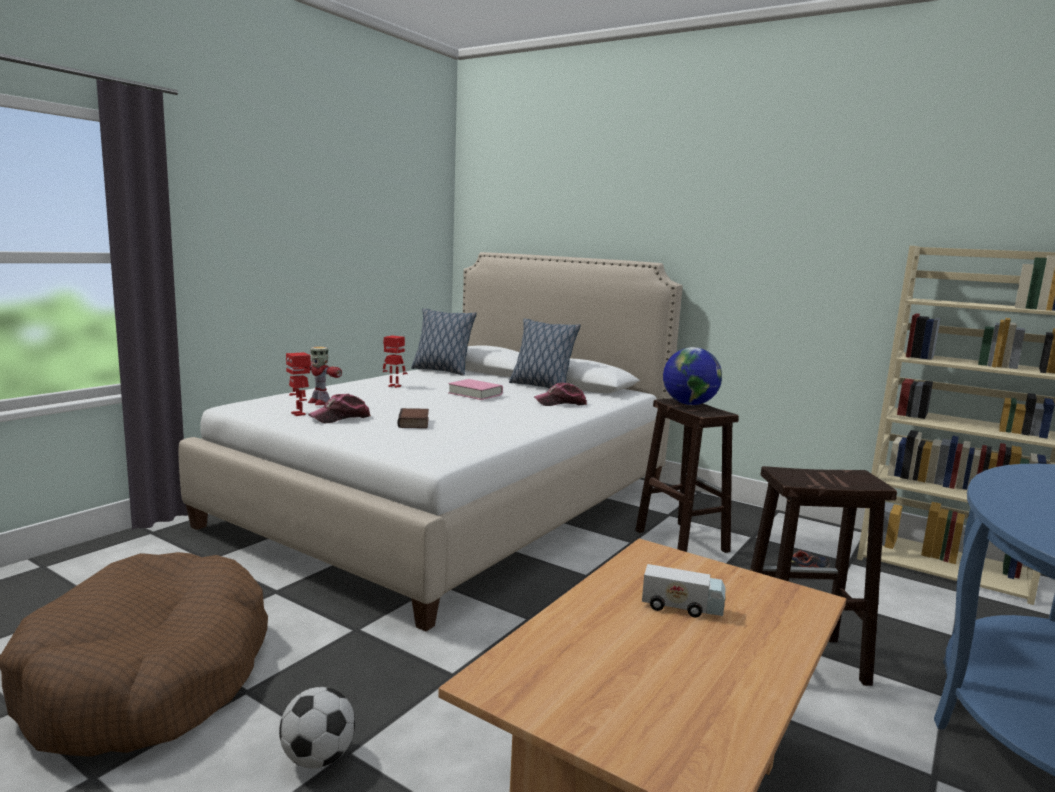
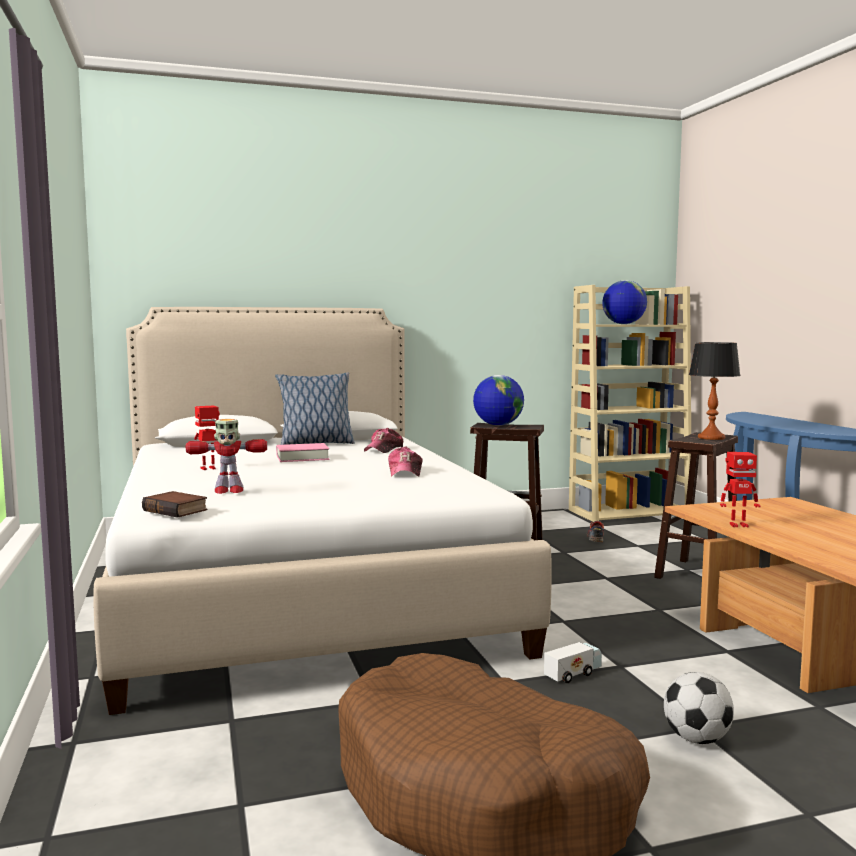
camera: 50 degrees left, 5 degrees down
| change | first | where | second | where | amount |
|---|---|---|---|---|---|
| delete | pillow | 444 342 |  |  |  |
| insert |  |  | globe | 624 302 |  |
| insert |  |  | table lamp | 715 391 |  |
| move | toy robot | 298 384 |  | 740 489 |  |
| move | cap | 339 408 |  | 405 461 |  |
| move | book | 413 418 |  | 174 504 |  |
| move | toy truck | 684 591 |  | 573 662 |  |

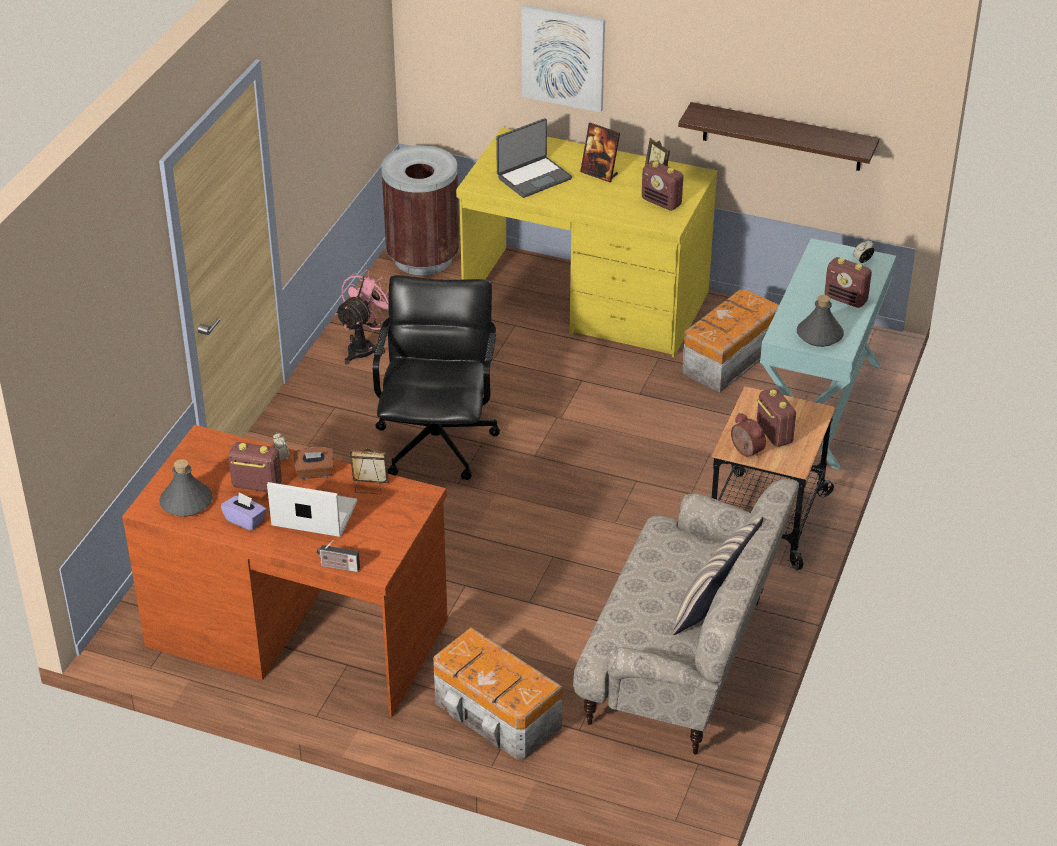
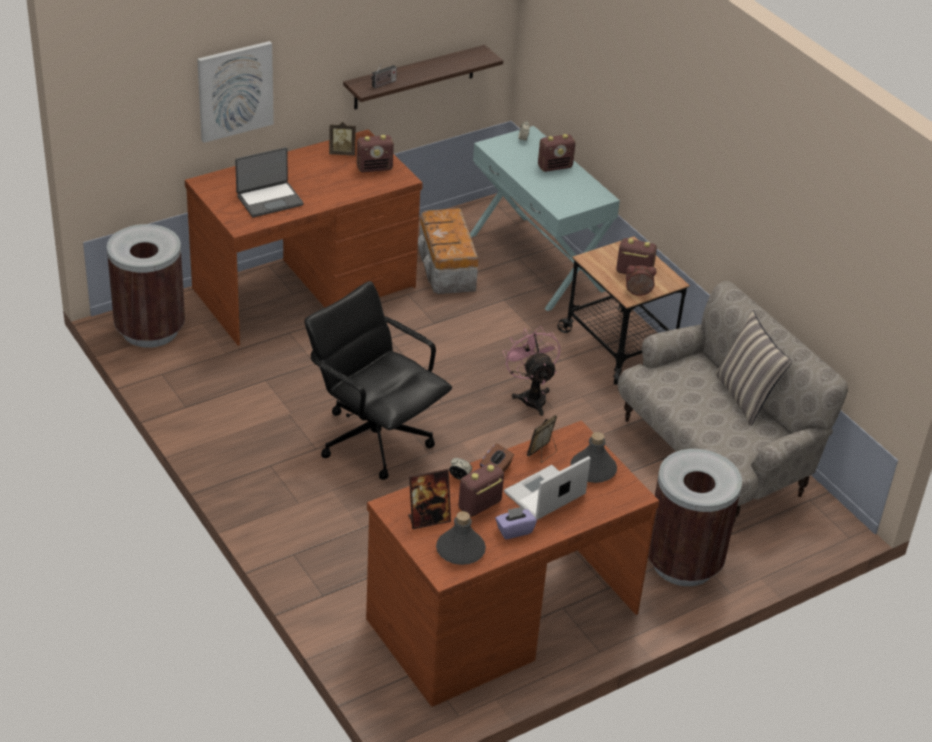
camera: 55 degrees left, 0 degrees up
| change | first | where | second | where | amount |
|---|---|---|---|---|---|
| move | radio | 338 556 |  | 384 75 |  |
| move | pink fan | 362 317 |  | 531 371 |  |
| move | picture frame | 600 152 |  | 429 499 |  |
| move | grey bottle | 820 321 |  | 593 457 |  |
| replace | storage box | 498 693 | brown trash can | 695 517 |  |
| recolor | yellow desk | 586 242 | brown desk | 304 237 |  |
| rotate | laptop | 534 158 |  | 269 182 | 60 degrees clockwise |

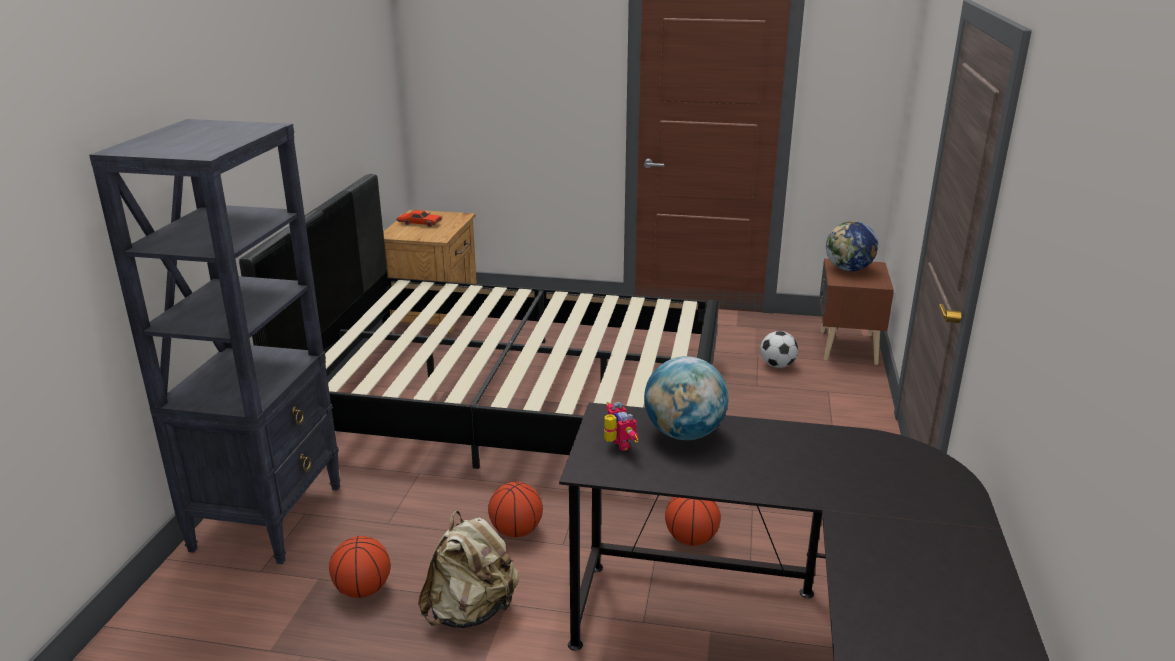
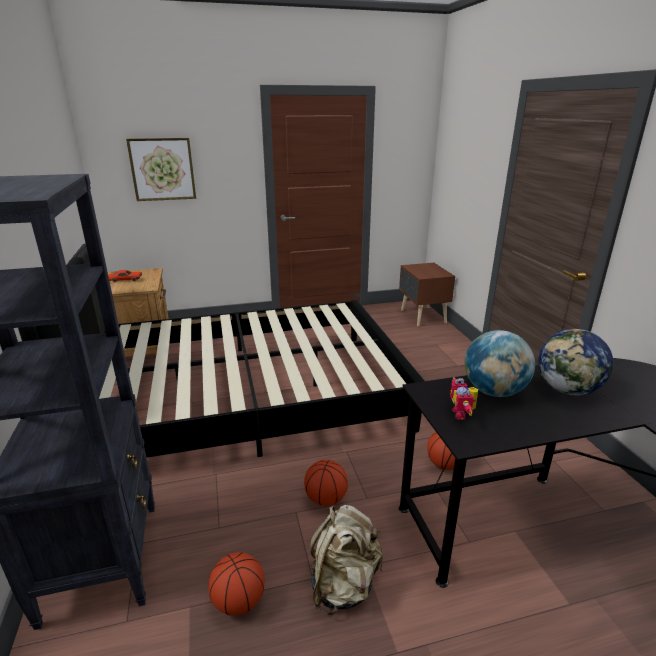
camera: 25 degrees left, 0 degrees up
| change | first | where | second | where | amount |
|---|---|---|---|---|---|
| delete | football | 779 349 |  |  |  |
| insert |  |  | picture | 161 169 |  |
| move | globe | 852 246 |  | 575 362 |  |
| rotate | toy robot | 621 426 |  | 464 398 | 135 degrees counterclockwise |

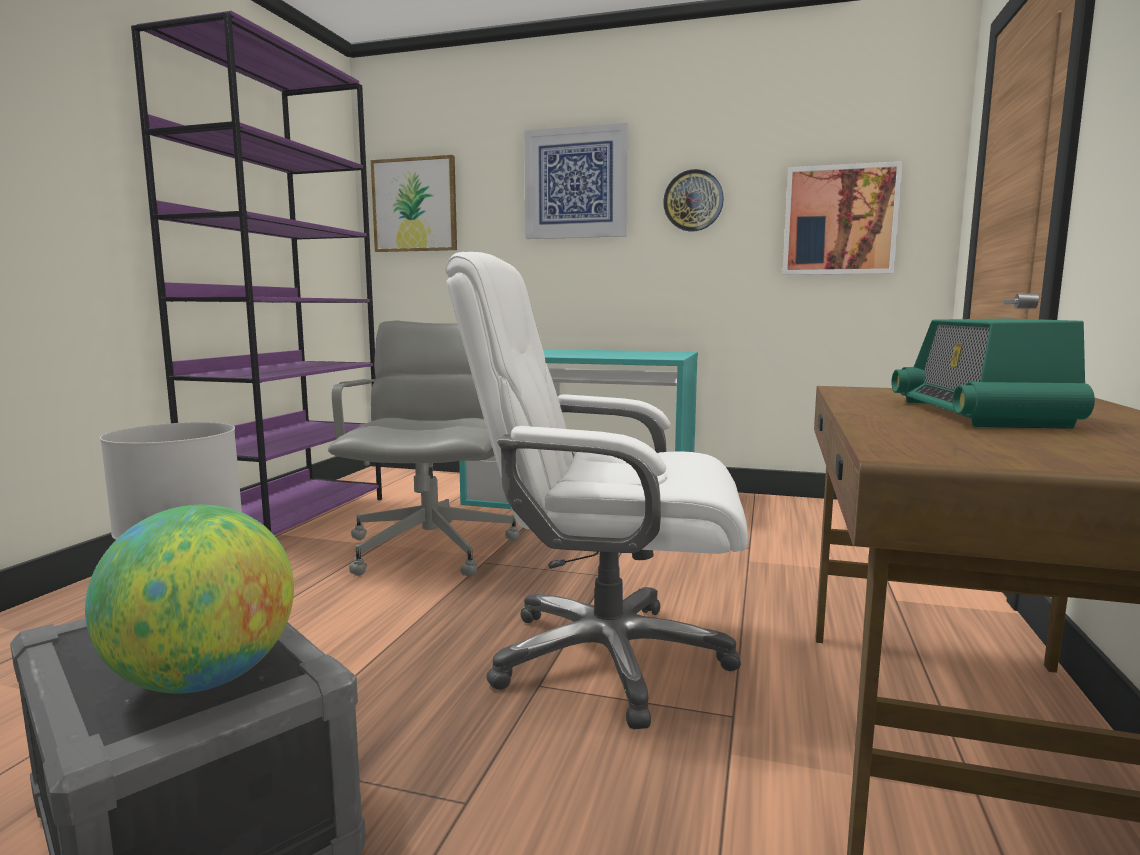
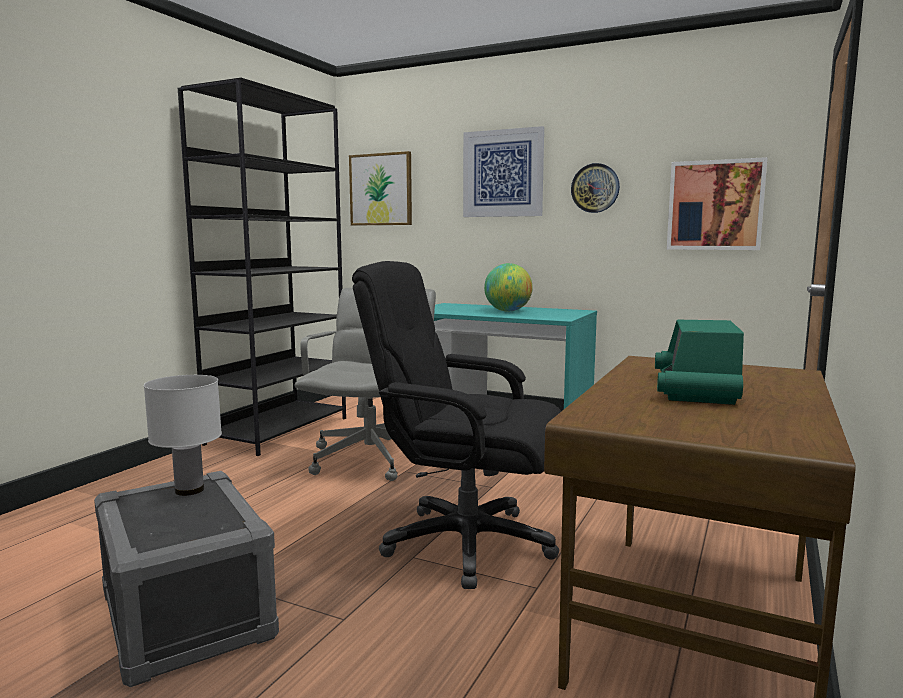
camera: 10 degrees right, 0 degrees up
| change | first | where | second | where | amount |
|---|---|---|---|---|---|
| move | globe | 189 599 |  | 508 287 |  |
| recolor | purple bookcase | 256 273 | black bookcase | 262 266 |  |
| recolor | white office chair | 596 490 | black office chair | 456 425 |  |

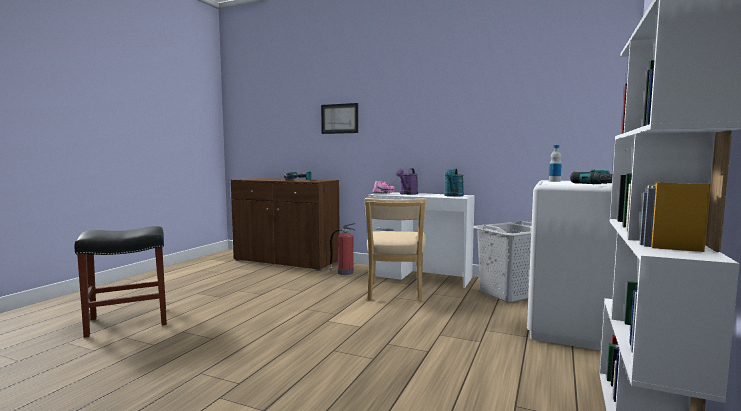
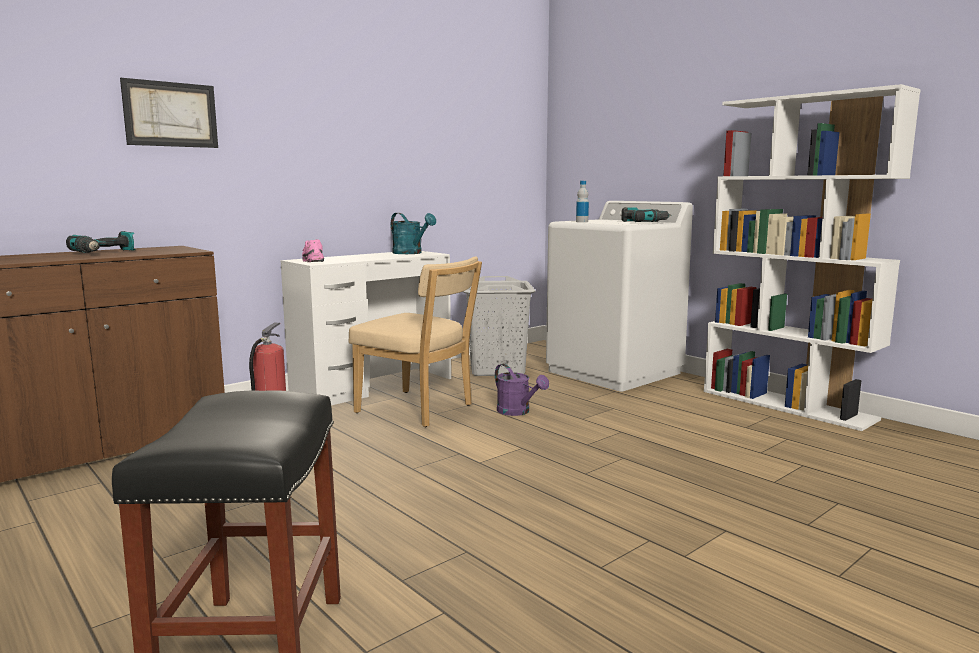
camera: 65 degrees left, 5 degrees up
| change | first | where | second | where | amount |
|---|---|---|---|---|---|
| move | purple watering can | 406 181 |  | 522 390 |  |

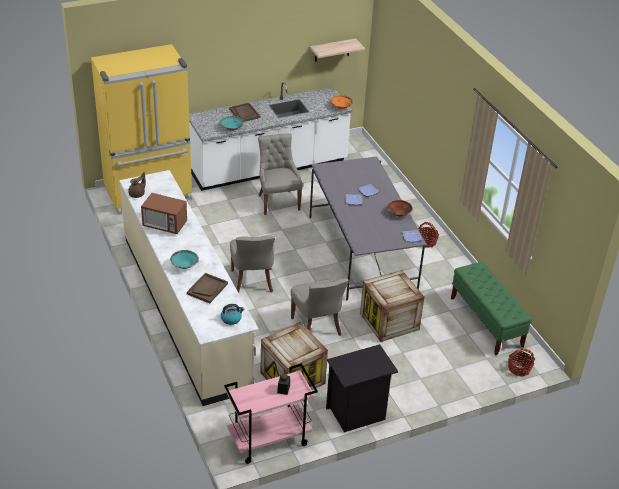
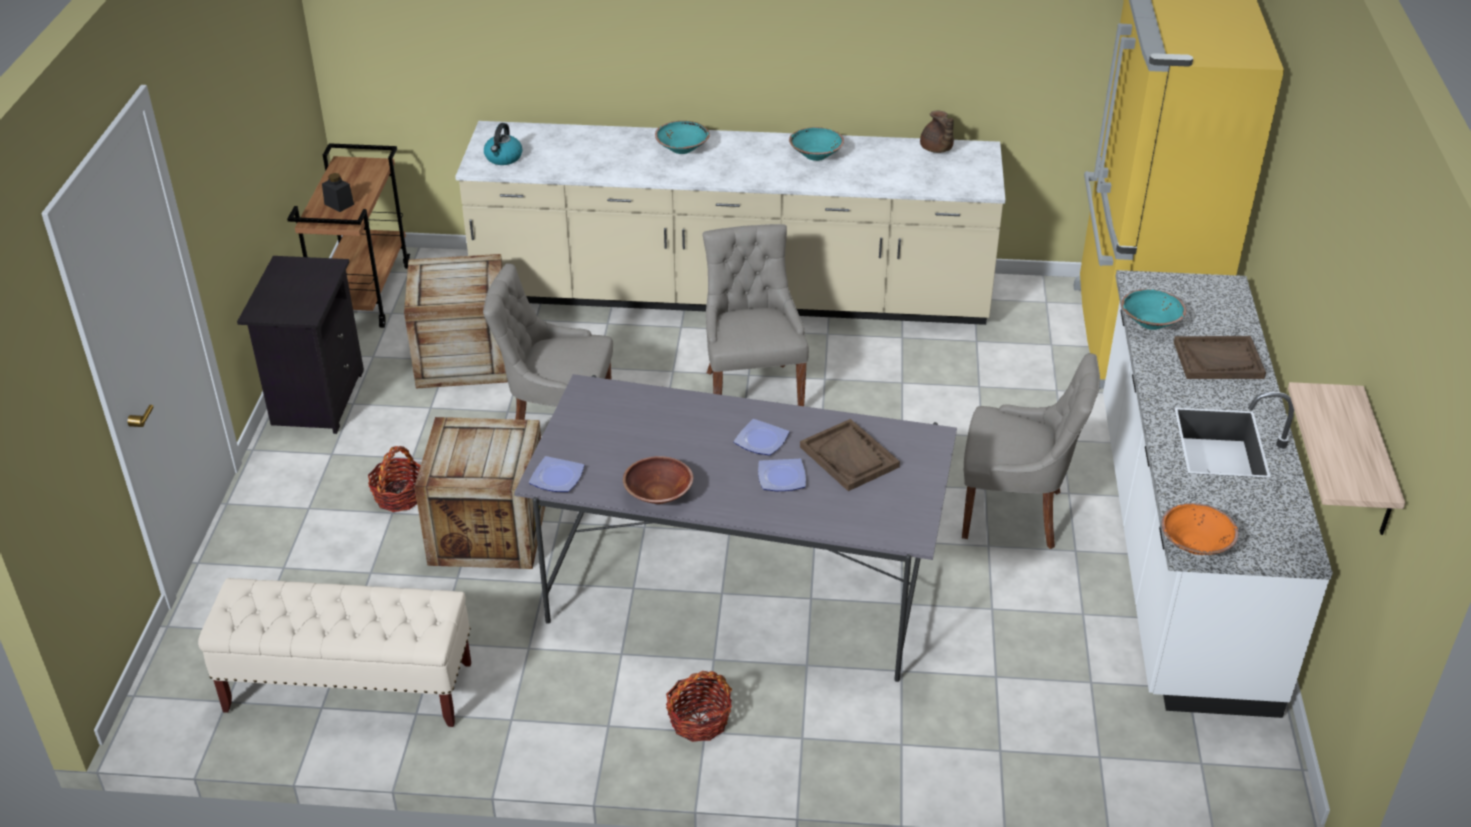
camera: 120 degrees right, 0 degrees up
| change | first | where | second | where | amount |
|---|---|---|---|---|---|
| move | brown tray | 207 288 |  | 850 455 |  |
| move | basket | 521 362 |  | 394 479 |  |
| replace | microwave | 164 213 | turquoise bowl | 816 144 |  |
| recolor | pink cart | 271 413 | brown cart | 348 235 |  |
| recolor | green bench | 491 308 | beige bench | 334 652 |  |
| rotate | grey chair | 252 264 |  | 756 315 | 60 degrees clockwise |

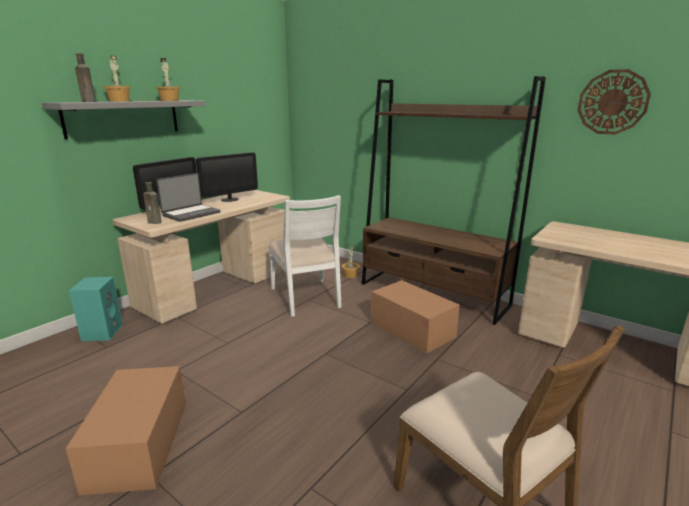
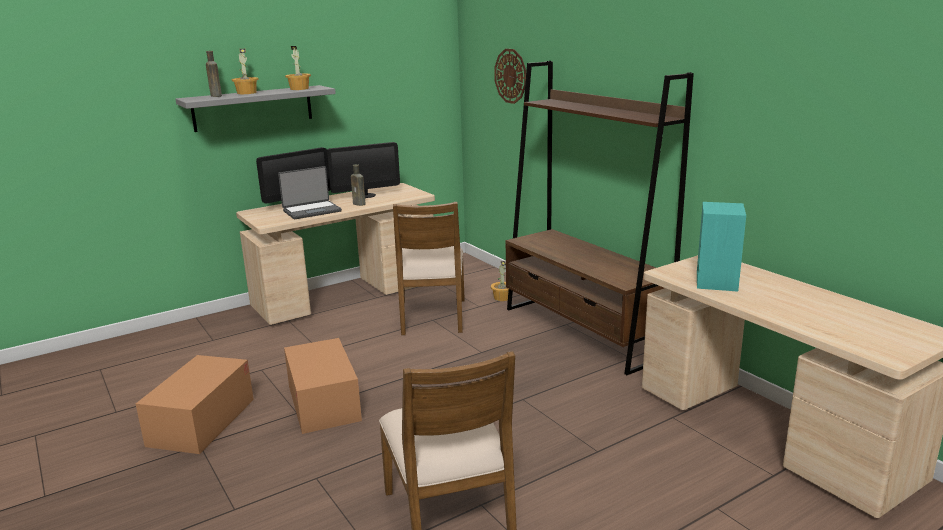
camera: 20 degrees right, 0 degrees up
| change | first | where | second | where | amount |
|---|---|---|---|---|---|
| move | turquoise speaker | 96 309 |  | 721 247 |  |
| move | brown bottle | 152 203 |  | 358 185 |  |
| move | cardboard box | 415 317 |  | 323 386 |  |
| move | wall clock | 614 102 |  | 510 76 |  |
| recolor | white chair | 305 256 | brown chair | 429 268 |  |

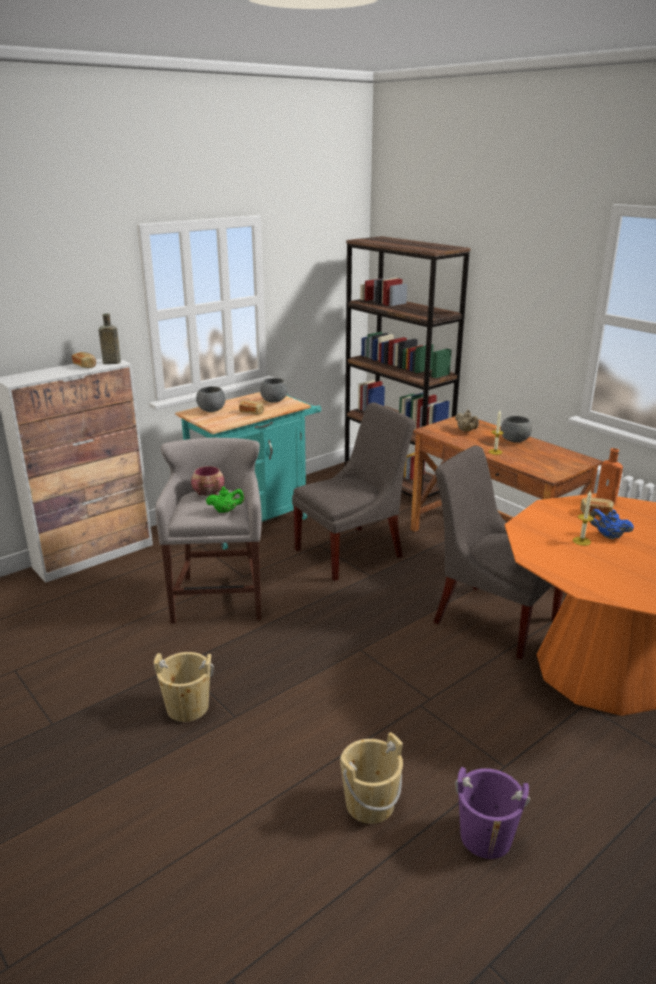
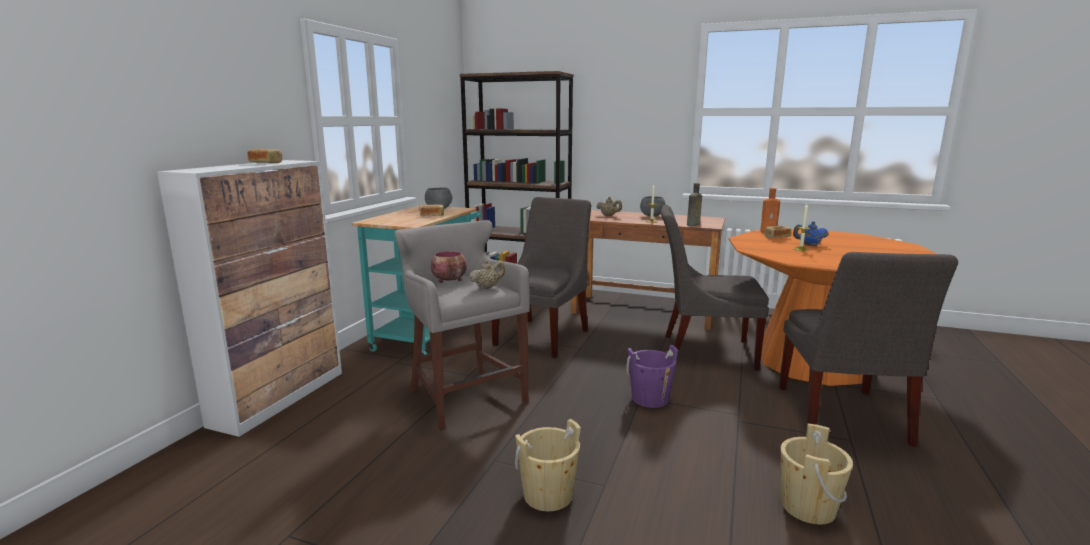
camera: 30 degrees left, 10 degrees down
| change | first | where | second | where | amount |
|---|---|---|---|---|---|
| delete | grey bowl | 211 399 |  |  |  |
| insert |  |  | grey chair | 868 349 |  |
| move | brown bottle | 110 338 |  | 694 204 |  |
| move | purple bucket | 492 813 |  | 652 376 |  |
| recolor | green teapot | 225 500 | beige teapot | 487 274 |  |

